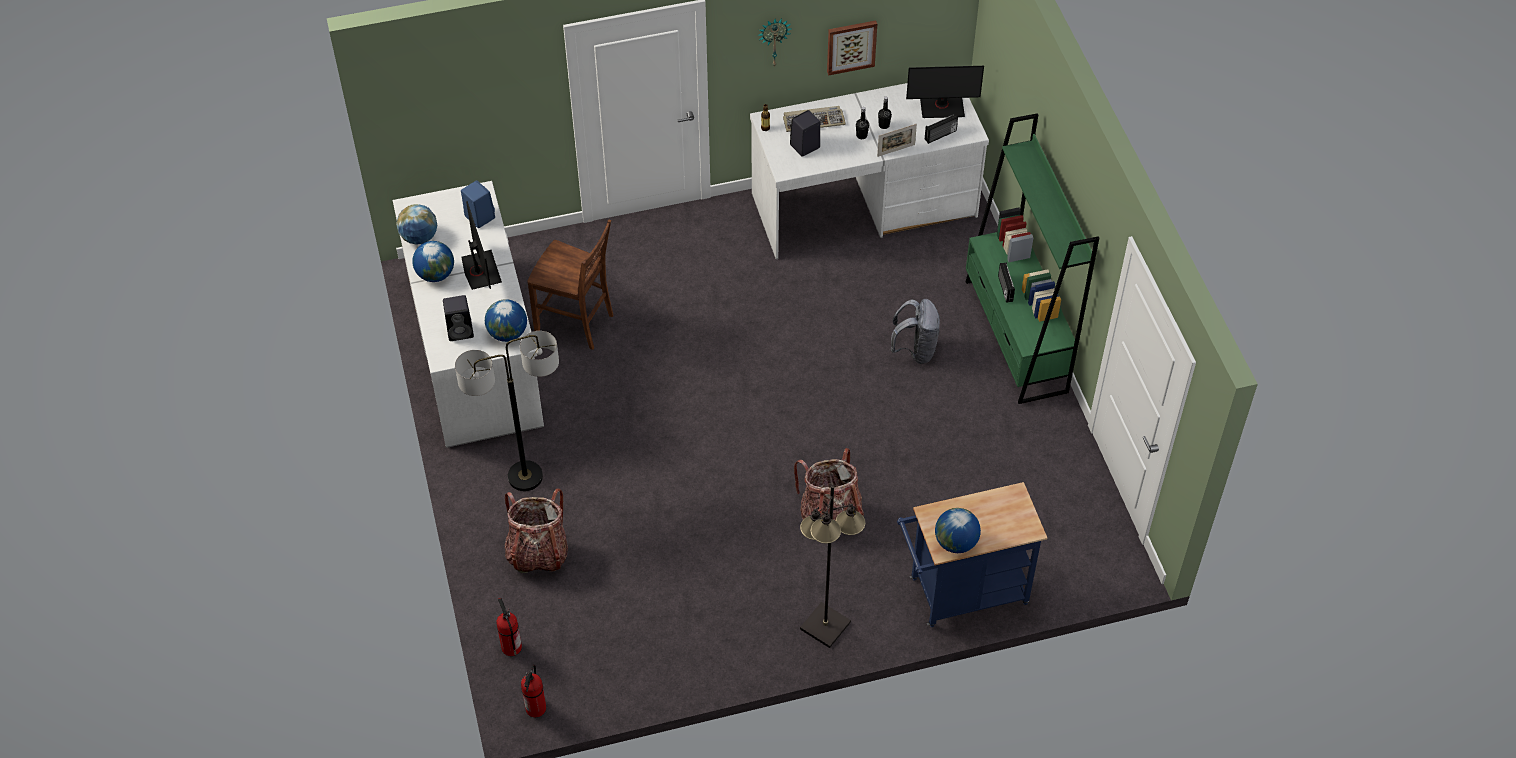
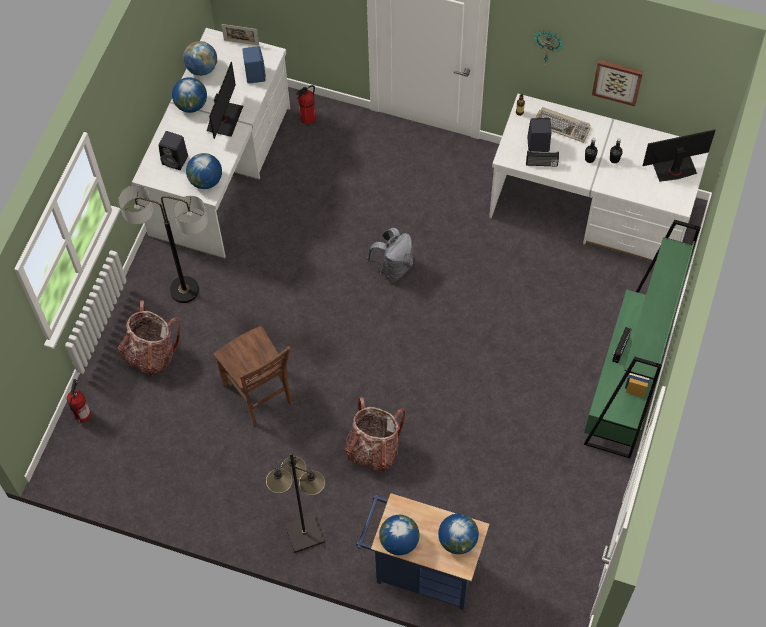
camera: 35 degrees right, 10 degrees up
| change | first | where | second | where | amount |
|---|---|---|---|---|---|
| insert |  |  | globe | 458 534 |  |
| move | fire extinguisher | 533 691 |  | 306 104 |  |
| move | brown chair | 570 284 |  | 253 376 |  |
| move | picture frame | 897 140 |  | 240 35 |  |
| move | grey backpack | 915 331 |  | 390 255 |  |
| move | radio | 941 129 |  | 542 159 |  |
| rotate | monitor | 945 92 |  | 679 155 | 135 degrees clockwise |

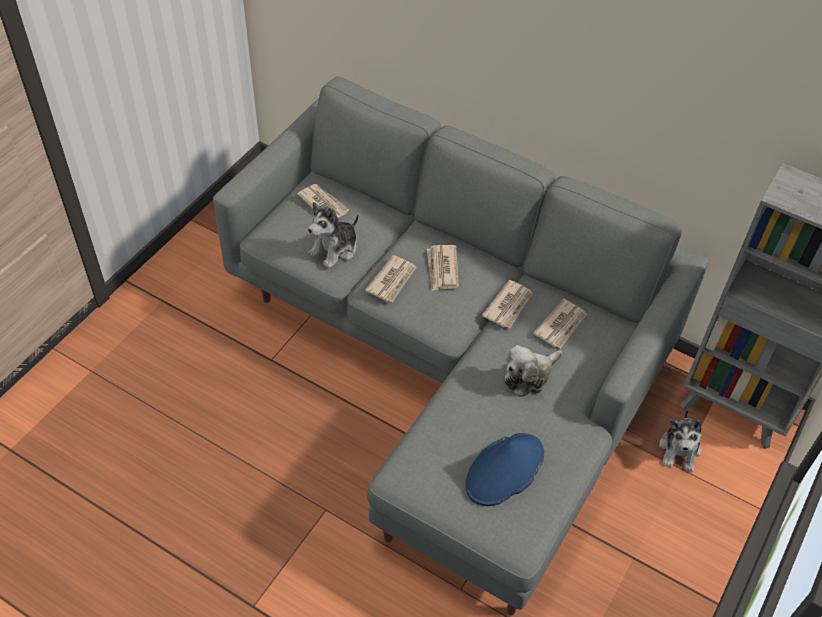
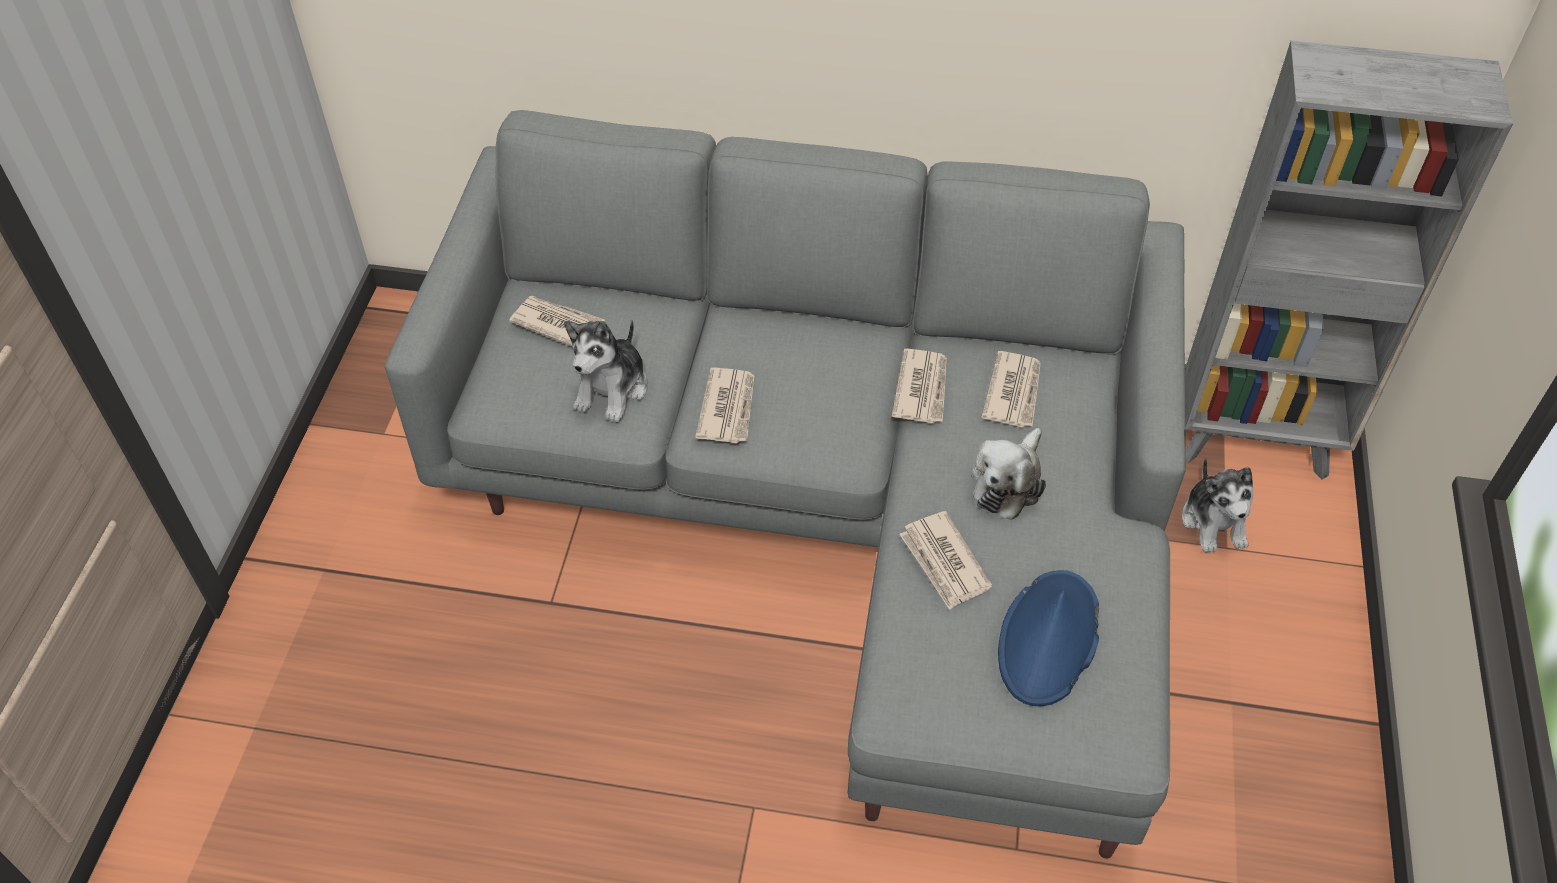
camera: 20 degrees left, 0 degrees up
| change | first | where | second | where | amount |
|---|---|---|---|---|---|
| move | newspaper | 443 268 |  | 946 560 |  |

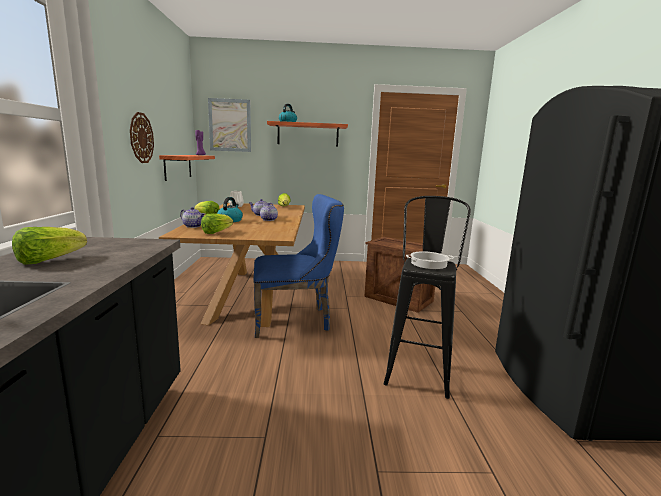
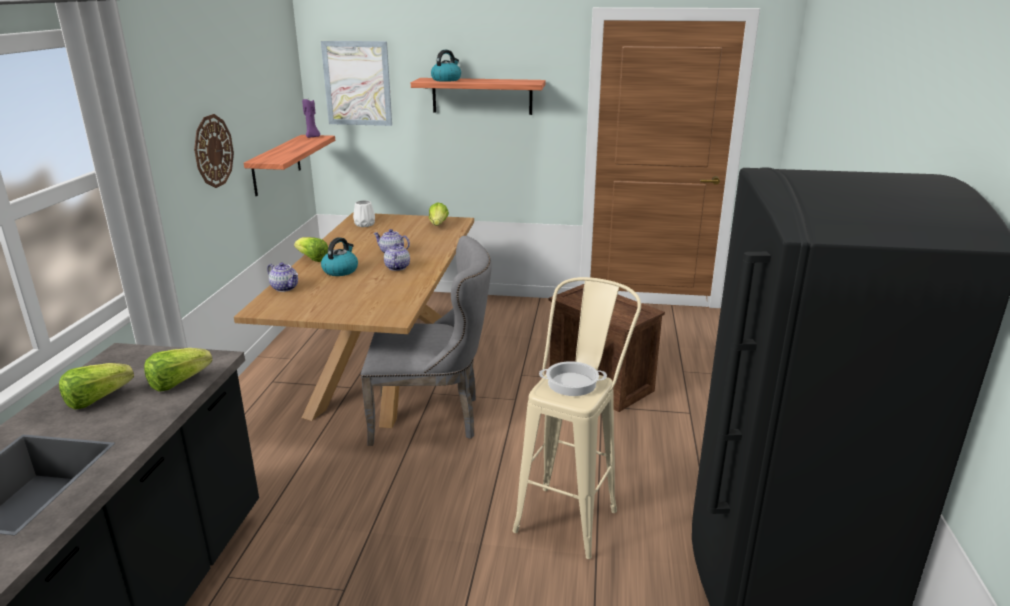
camera: 10 degrees right, 10 degrees up
| change | first | where | second | where | amount |
|---|---|---|---|---|---|
| move | lettuce | 217 224 |  | 178 370 |  |
| recolor | blue chair | 298 266 | grey chair | 426 341 |  |
| recolor | black stool | 427 297 | beige stool | 577 418 |  |

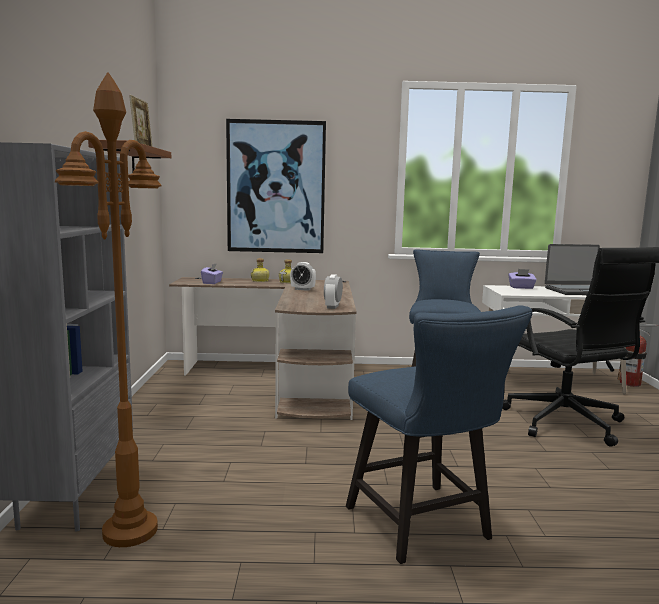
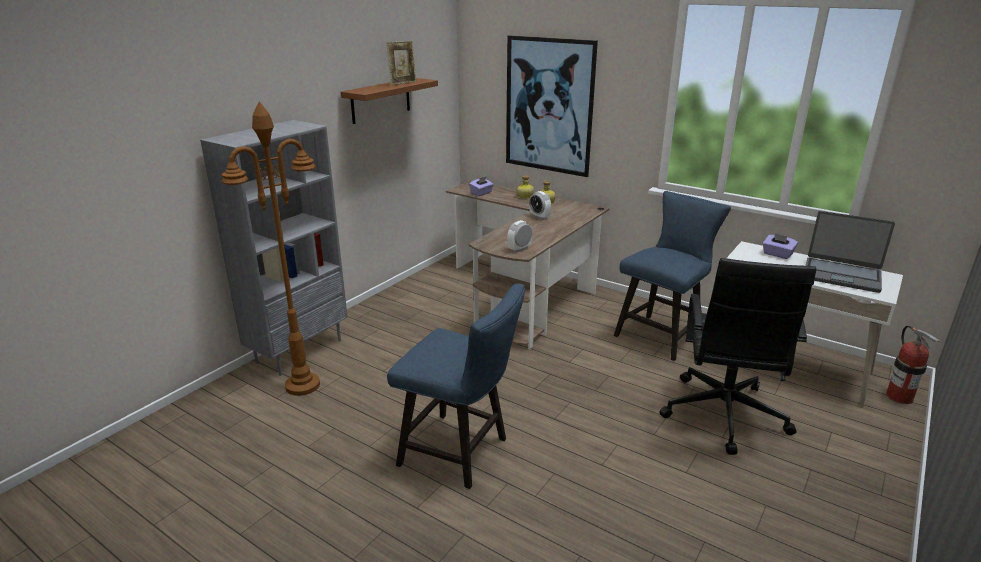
camera: 35 degrees right, 15 degrees up
| change | first | where | second | where | amount |
|---|---|---|---|---|---|
| rotate | blue chair | 439 434 |  | 456 386 | 75 degrees counterclockwise |

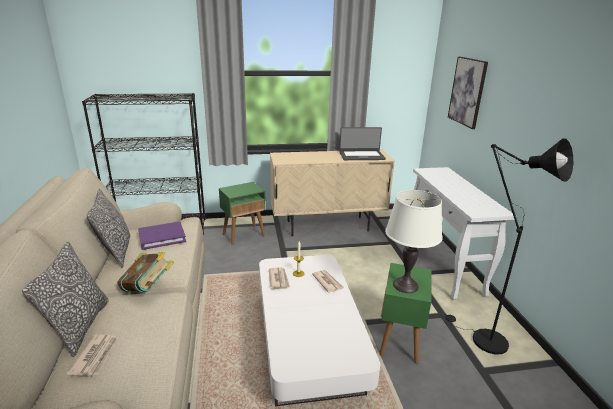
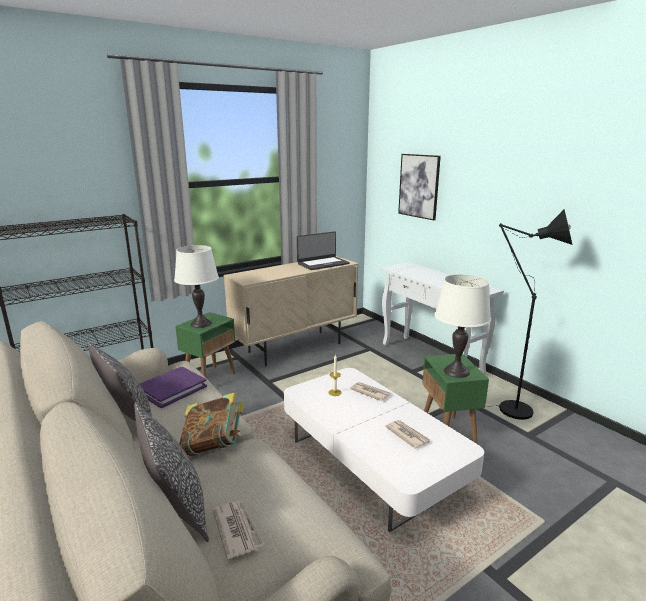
camera: 25 degrees left, 5 degrees down
| change | first | where | second | where | amount |
|---|---|---|---|---|---|
| insert |  |  | white table lamp | 196 286 |  |
| move | newspaper | 279 278 |  | 407 434 |  |

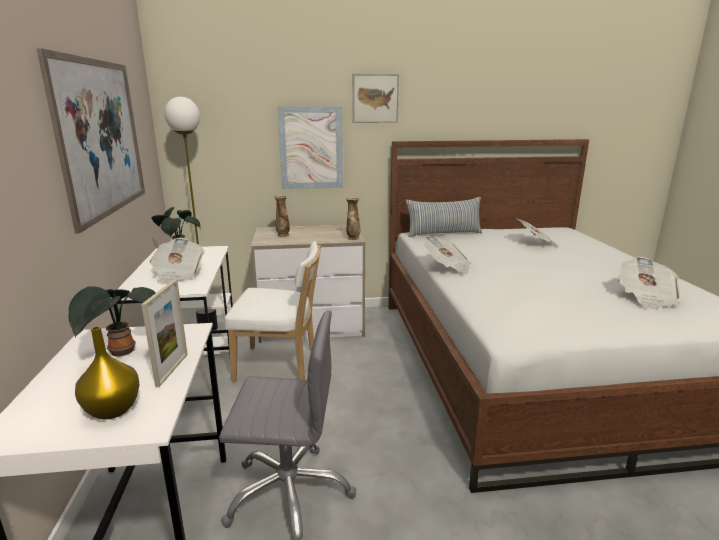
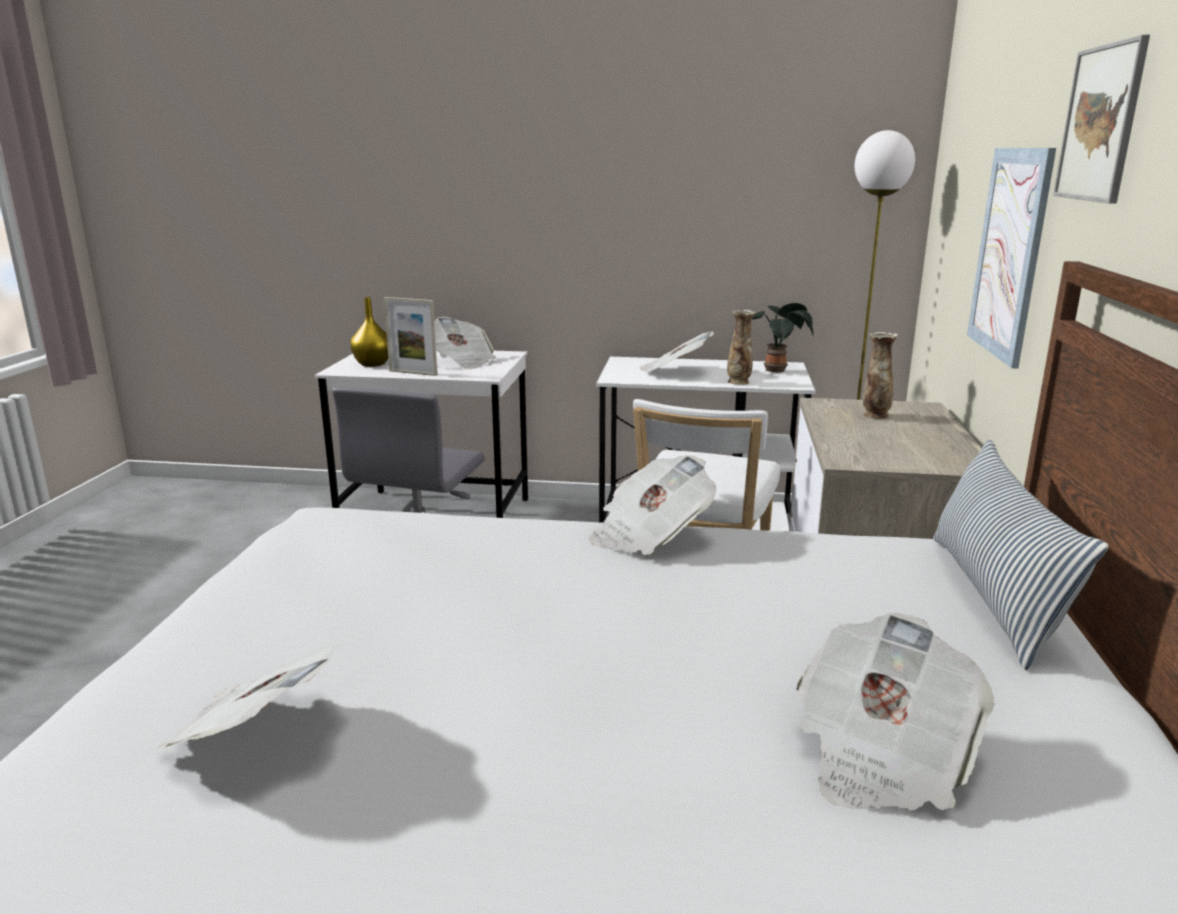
camera: 105 degrees right, 0 degrees up
| change | first | where | second | where | amount |
|---|---|---|---|---|---|
| delete | picture | 90 141 |  |  |  |
| move | vase | 353 218 |  | 741 347 |  |
| replace | potted plant | 112 321 | newspaper | 465 343 |  |

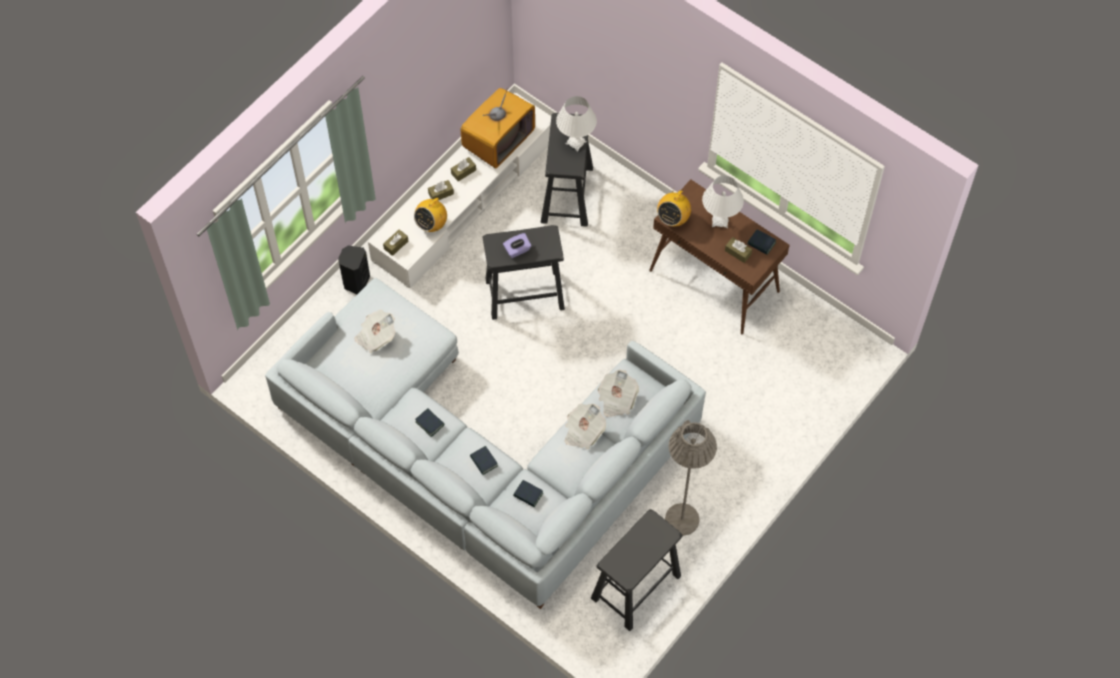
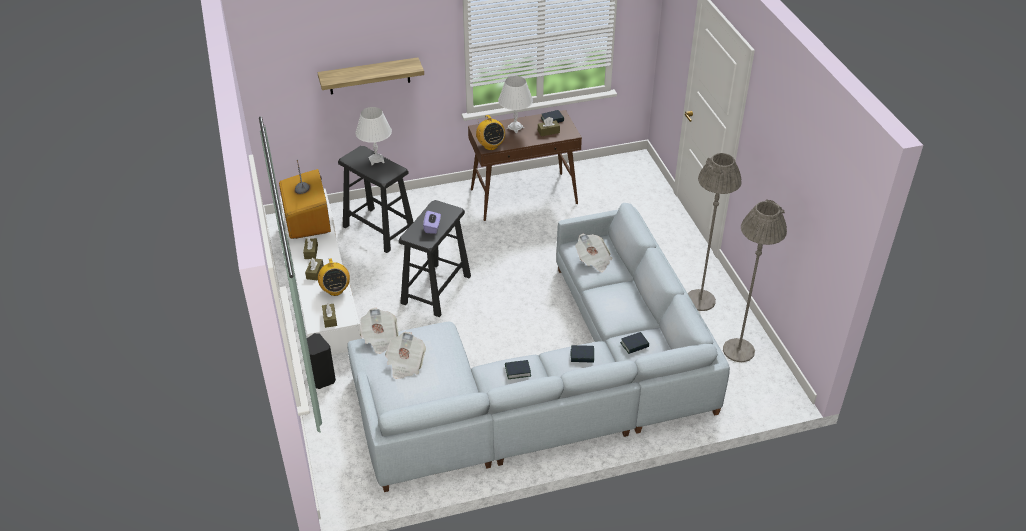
camera: 55 degrees left, 20 degrees down
| change | first | where | second | where | amount |
|---|---|---|---|---|---|
| insert |  |  | shelf | 370 75 |  |
| move | newspaper | 585 426 |  | 379 331 |  |
| replace | black stool | 637 570 | grey floor lamp | 755 280 |  |

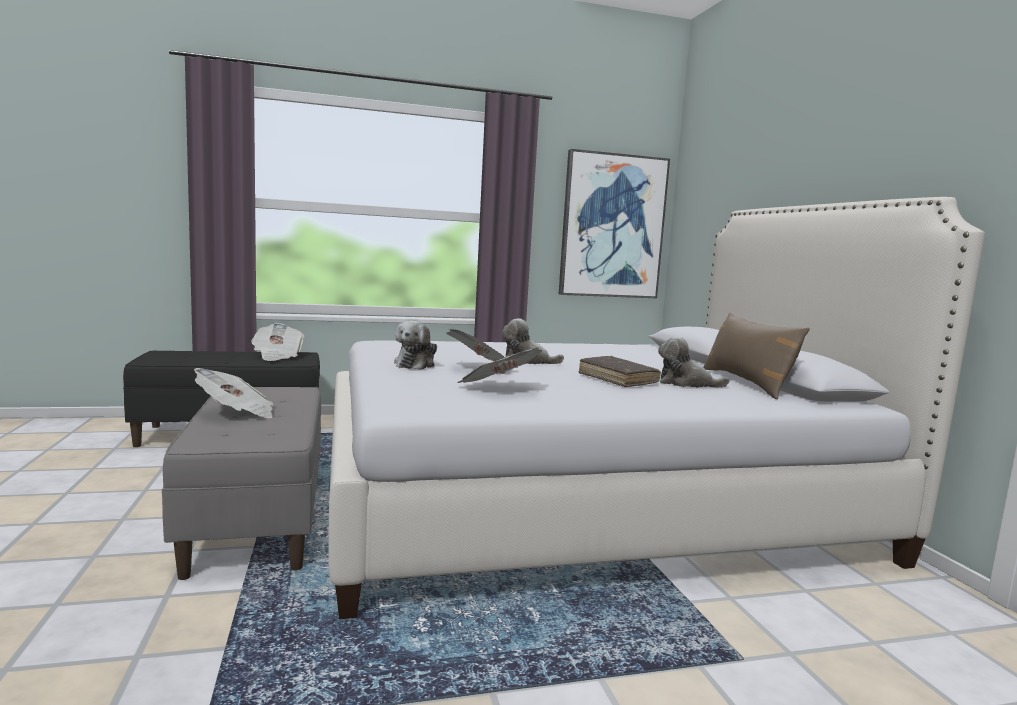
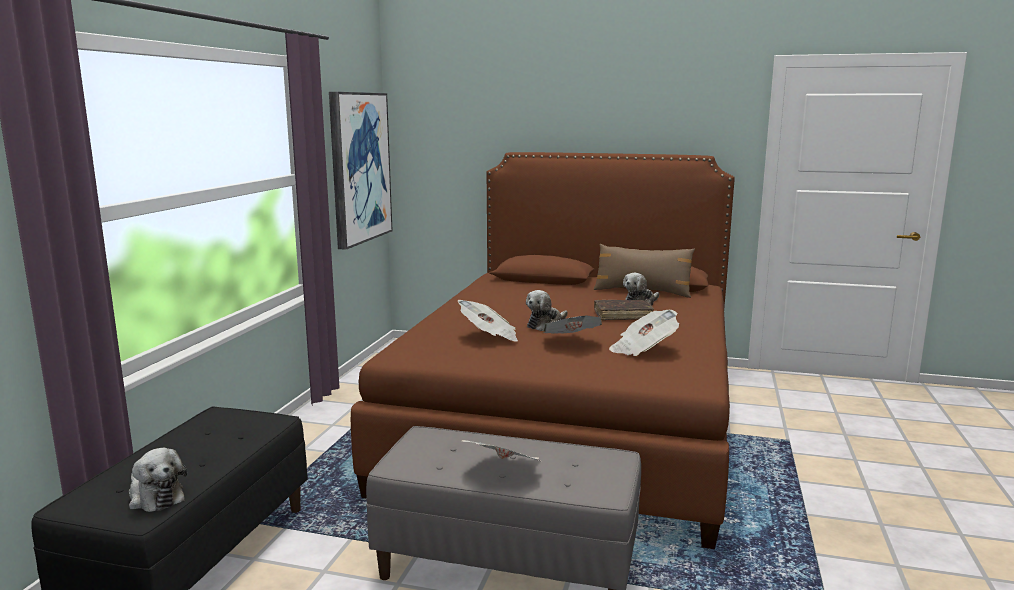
camera: 60 degrees left, 5 degrees up
| change | first | where | second | where | amount |
|---|---|---|---|---|---|
| move | newspaper | 278 342 |  | 488 321 |  |
| move | plush toy | 415 345 |  | 158 480 |  |
| recolor | white bed | 656 408 | brown bed | 543 350 |  |

